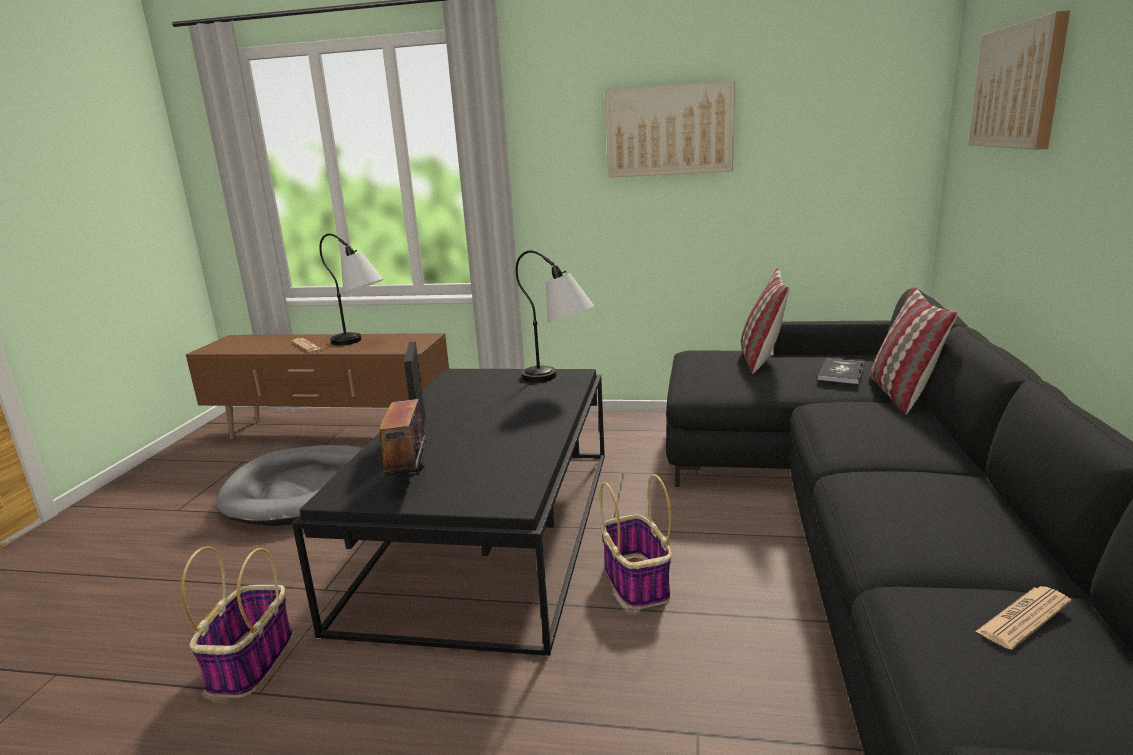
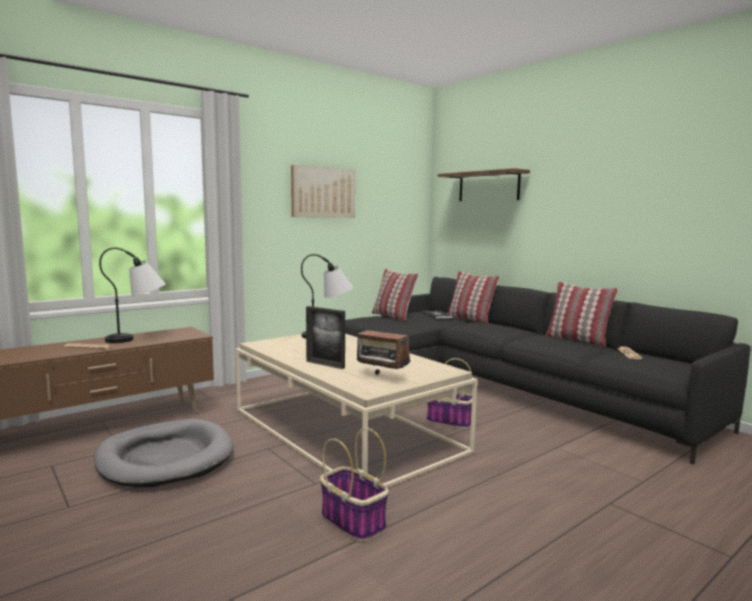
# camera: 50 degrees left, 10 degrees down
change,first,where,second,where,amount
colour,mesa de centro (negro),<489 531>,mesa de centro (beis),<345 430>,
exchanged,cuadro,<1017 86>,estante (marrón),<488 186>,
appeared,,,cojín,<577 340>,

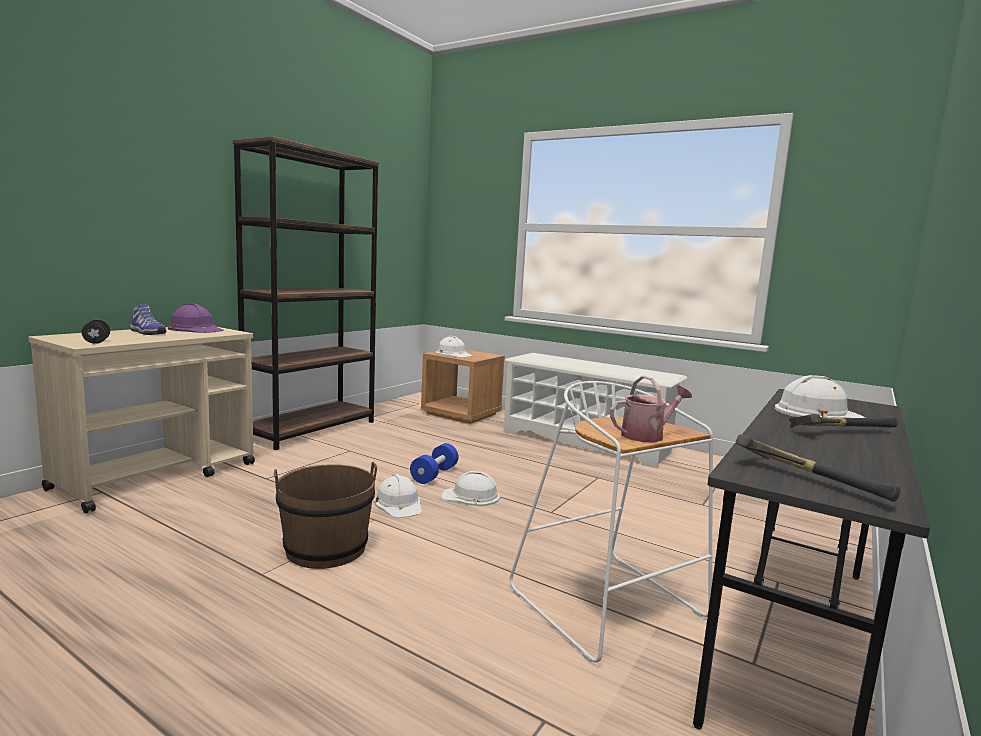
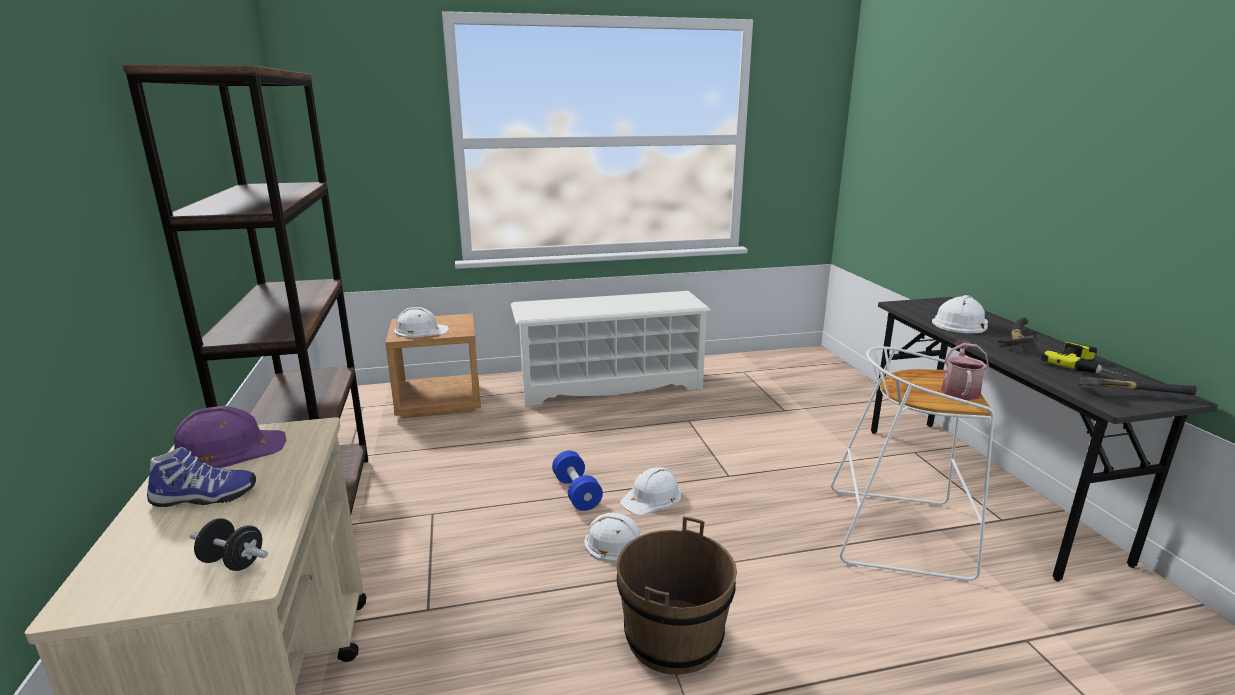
# camera: 45 degrees left, 10 degrees up
change,first,where,second,where,amount
appeared,,,taladro,<1089 367>,

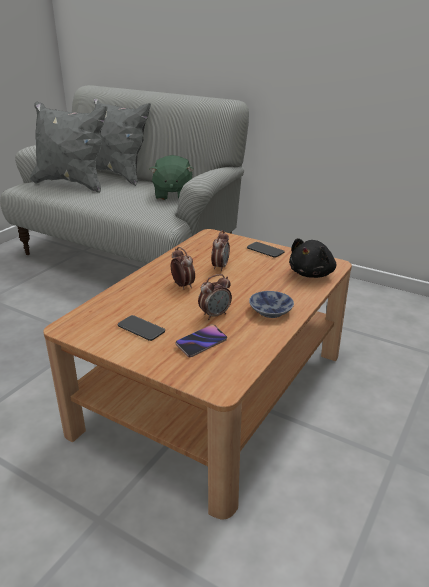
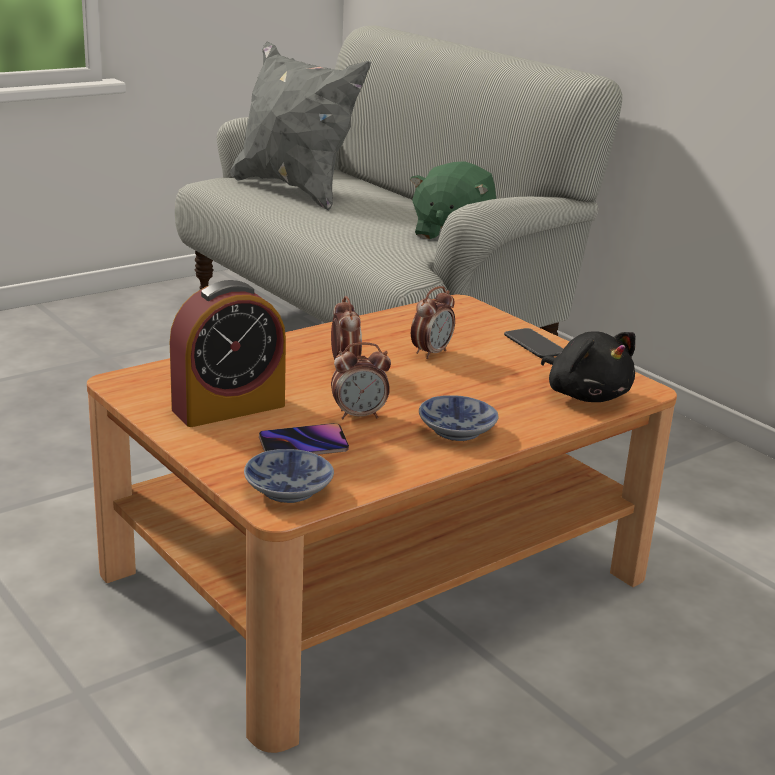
# camera: 20 degrees right, 5 degrees down
change,first,where,second,where,amount
missing,cojín (gris),<118 175>,,,
exchanged,móvil,<141 329>,despertador,<228 407>,
spun,peluche (negro),<312 273>,,<586 395>,90 degrees counterclockwise
appeared,,,cuenco,<285 489>,

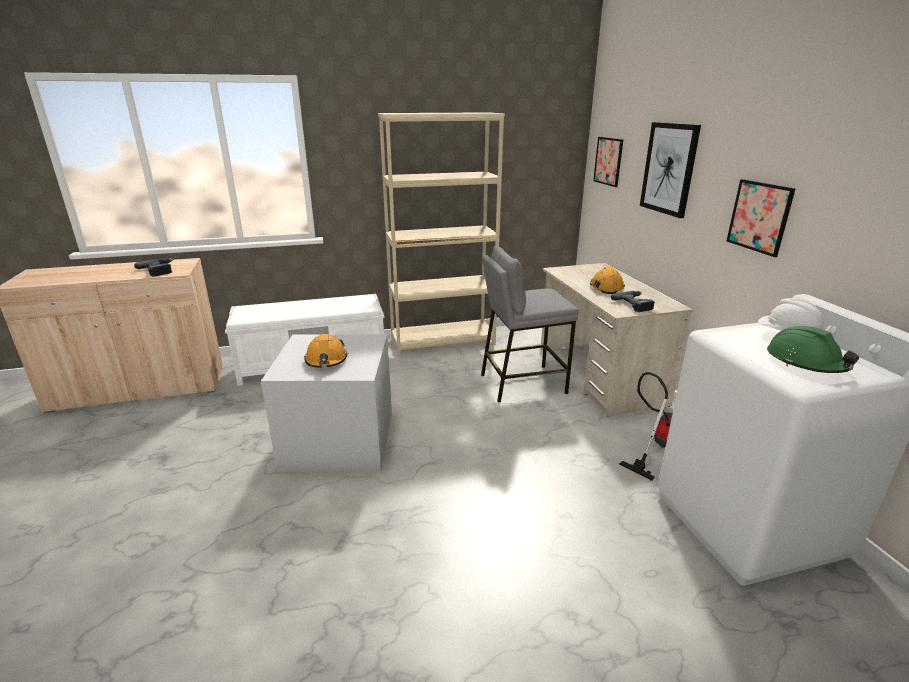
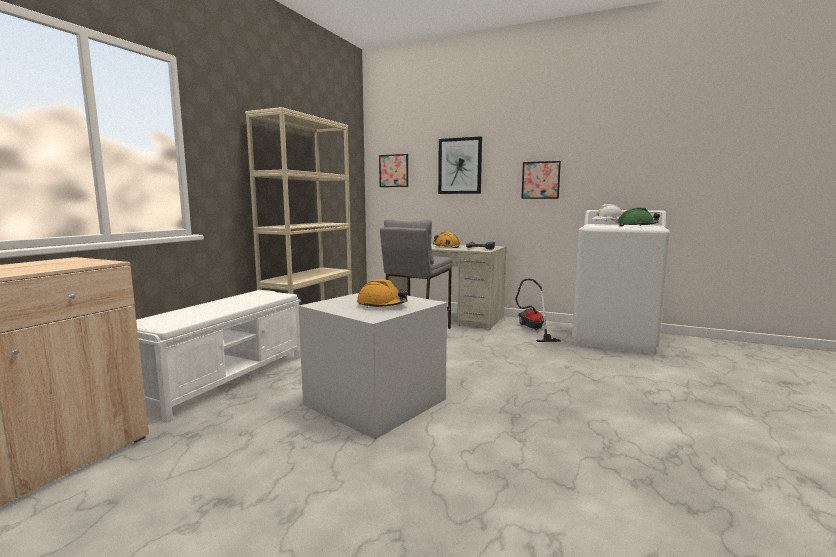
# camera: 50 degrees left, 15 degrees down
change,first,where,second,where,amount
missing,taladro,<160 270>,,,

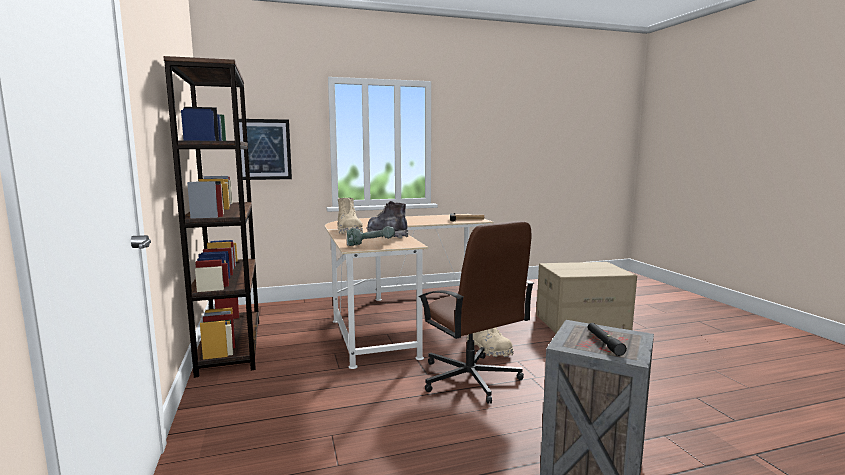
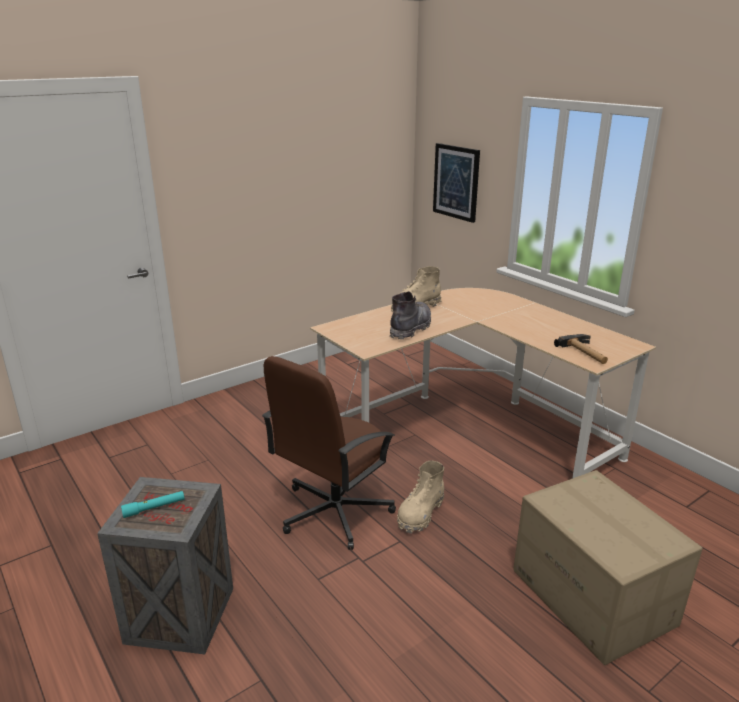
# camera: 70 degrees right, 15 degrees up
change,first,where,second,where,amount
missing,estantería (marrón),<230 346>,,,
missing,taladro,<371 246>,,,
colour,linterna (negro),<604 343>,linterna (turquesa),<154 508>,

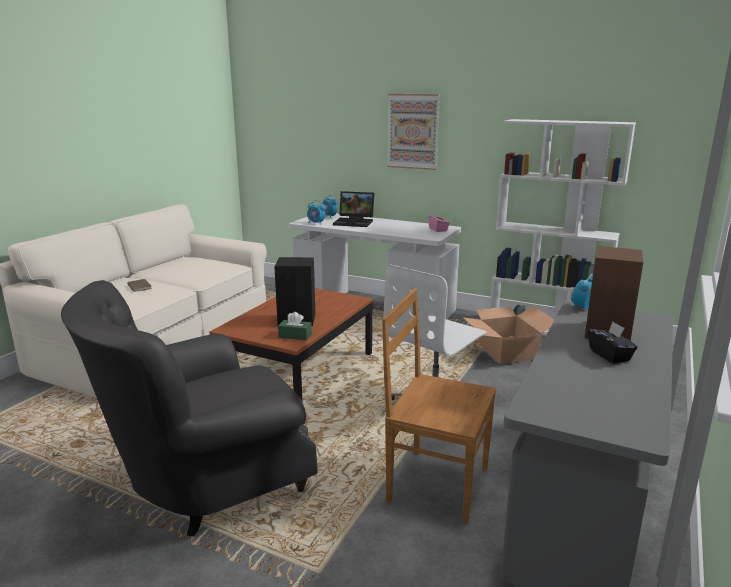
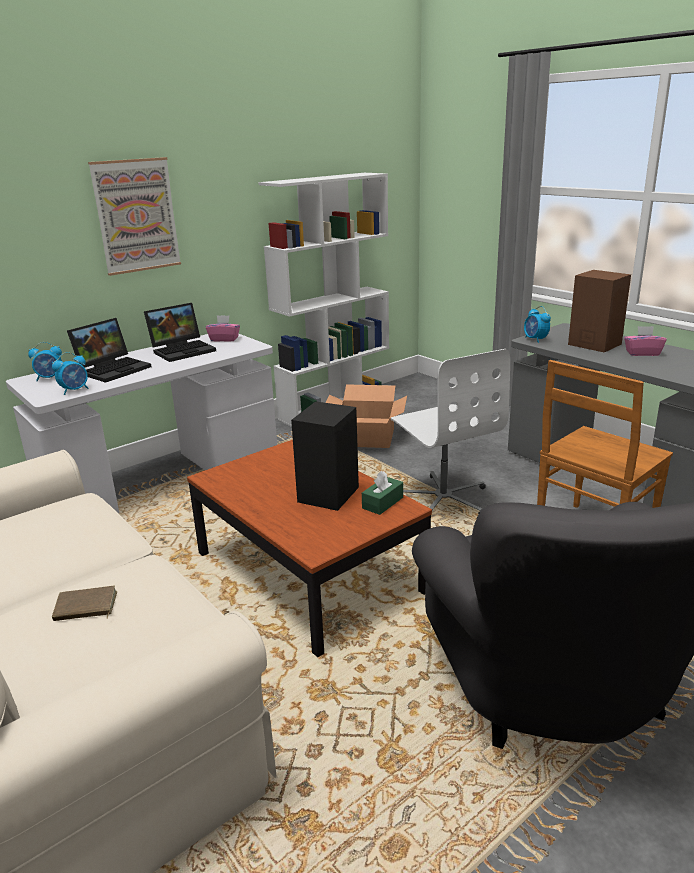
# camera: 65 degrees left, 5 degrees up
change,first,where,second,where,amount
colour,caja de pañuelos (negro),<610 355>,caja de pañuelos (rosa),<642 353>,
appeared,,,portátil,<183 350>,

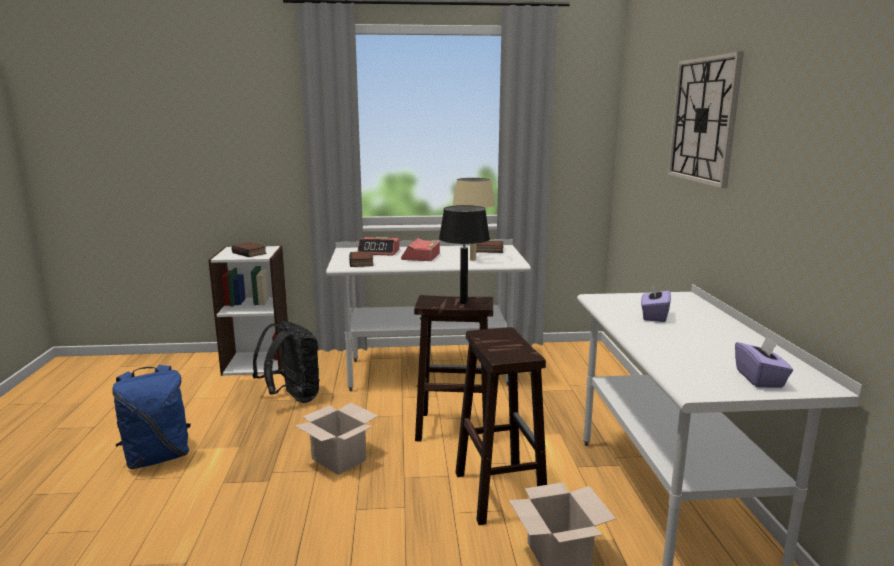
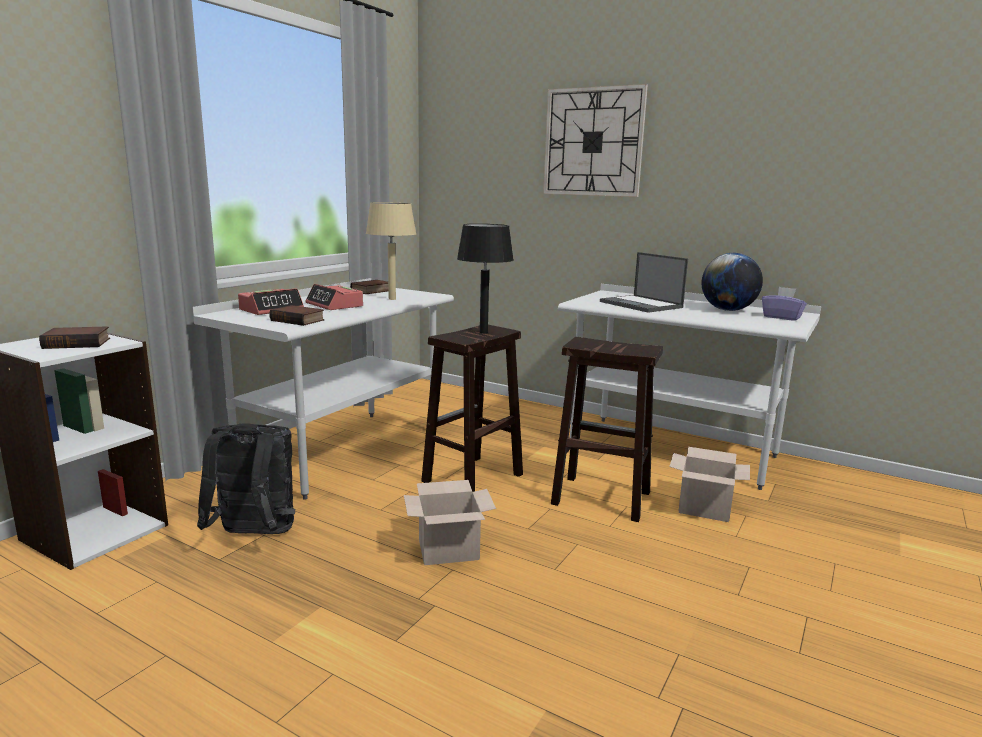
# camera: 55 degrees left, 0 degrees up
change,first,where,second,where,amount
missing,mochila (azul),<157 457>,,,
exchanged,caja de pañuelos (morado),<654 316>,portátil,<642 305>,
appeared,,,globo terráqueo,<728 310>,

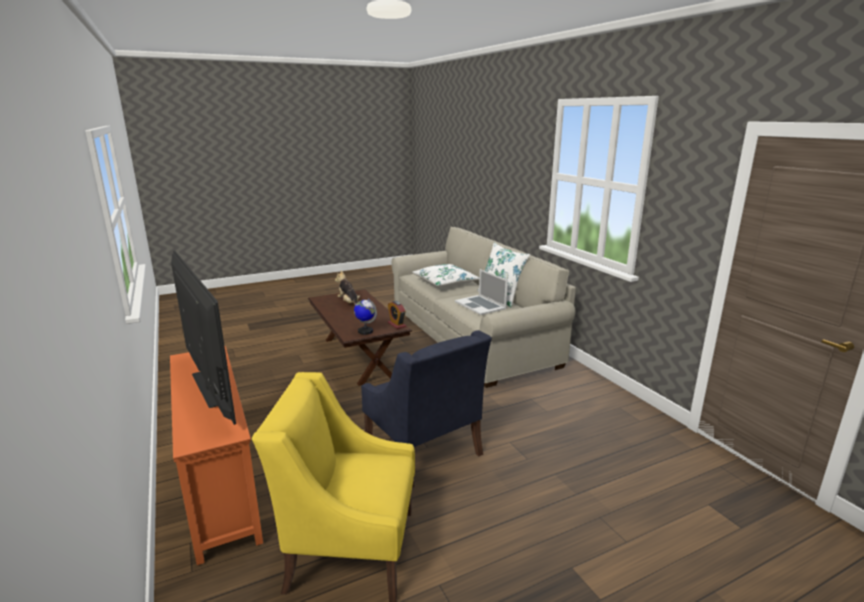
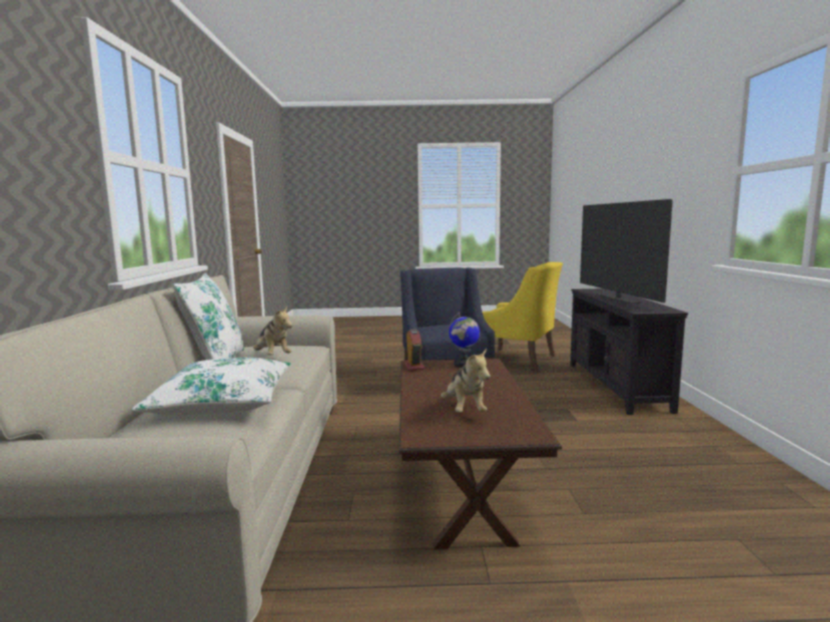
# camera: 155 degrees left, 10 degrees down
change,first,where,second,where,amount
colour,mueble de televisión (naranja),<219 487>,mueble de televisión (negro),<616 386>,
exchanged,portátil,<480 305>,peluche,<272 356>,

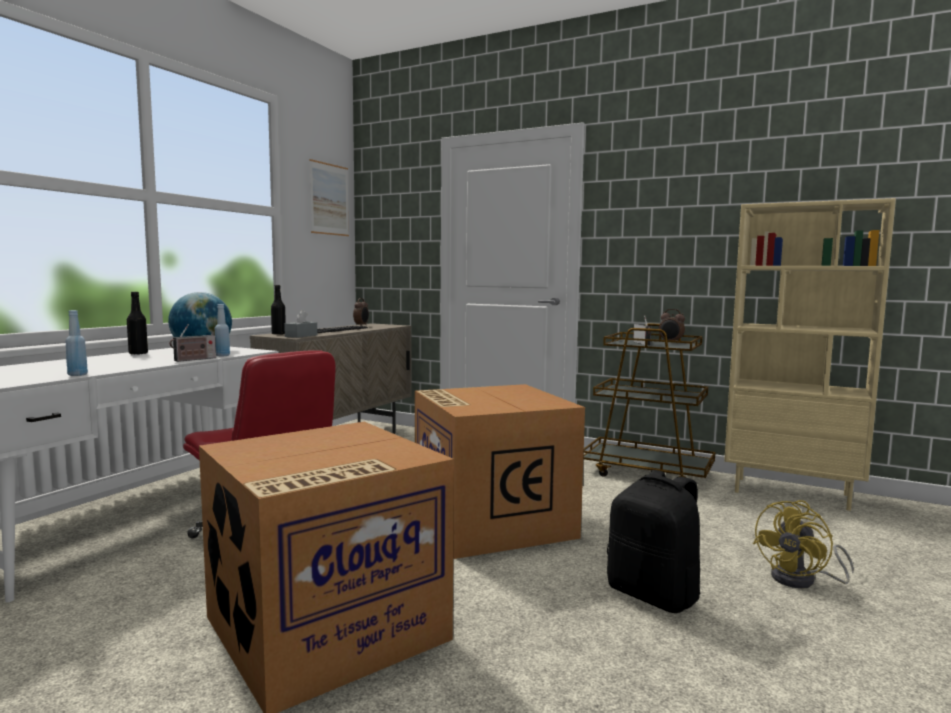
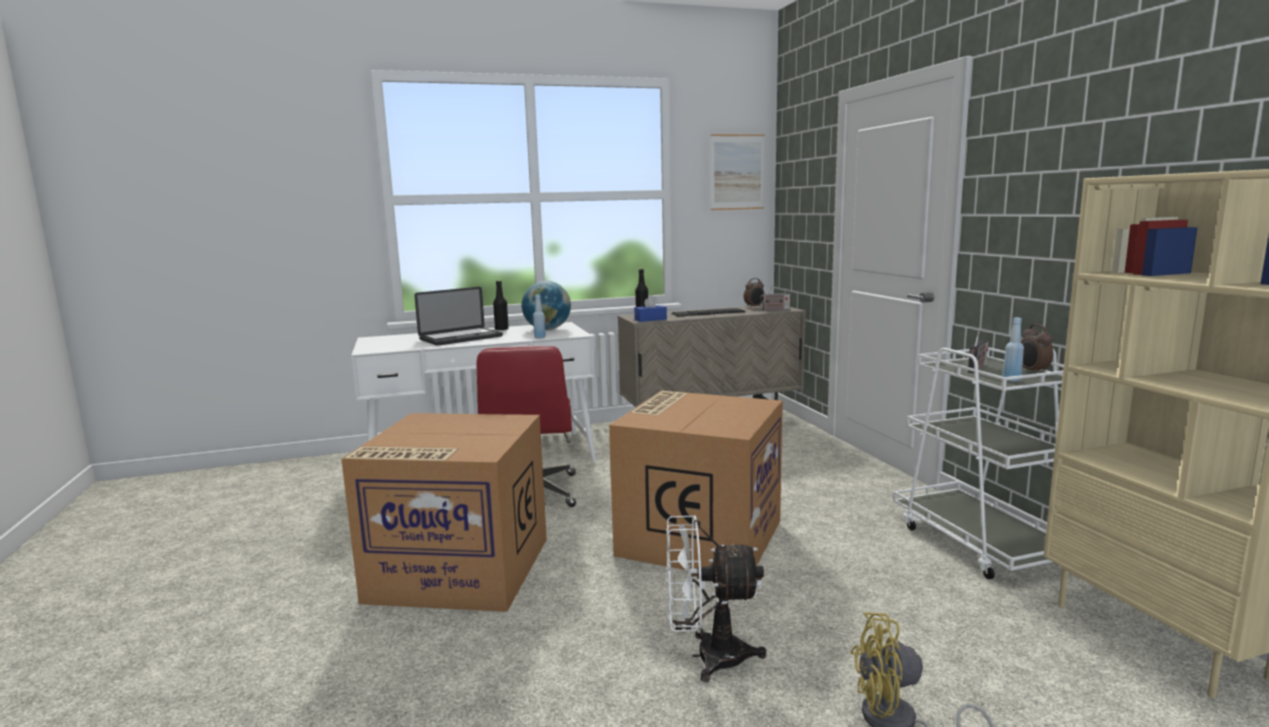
# camera: 45 degrees right, 5 degrees up
change,first,where,second,where,amount
relocated,botella (azul),<77 375>,,<1011 380>,
relocated,radio,<193 359>,,<774 310>,
colour,caja de pañuelos (gris),<301 336>,caja de pañuelos (azul),<650 319>,
colour,carrito (marrón),<647 472>,carrito (blanco),<980 543>,
exchanged,mochila (negro),<654 595>,ventilador (blanco),<707 657>,
appeared,,,portátil,<461 338>,

